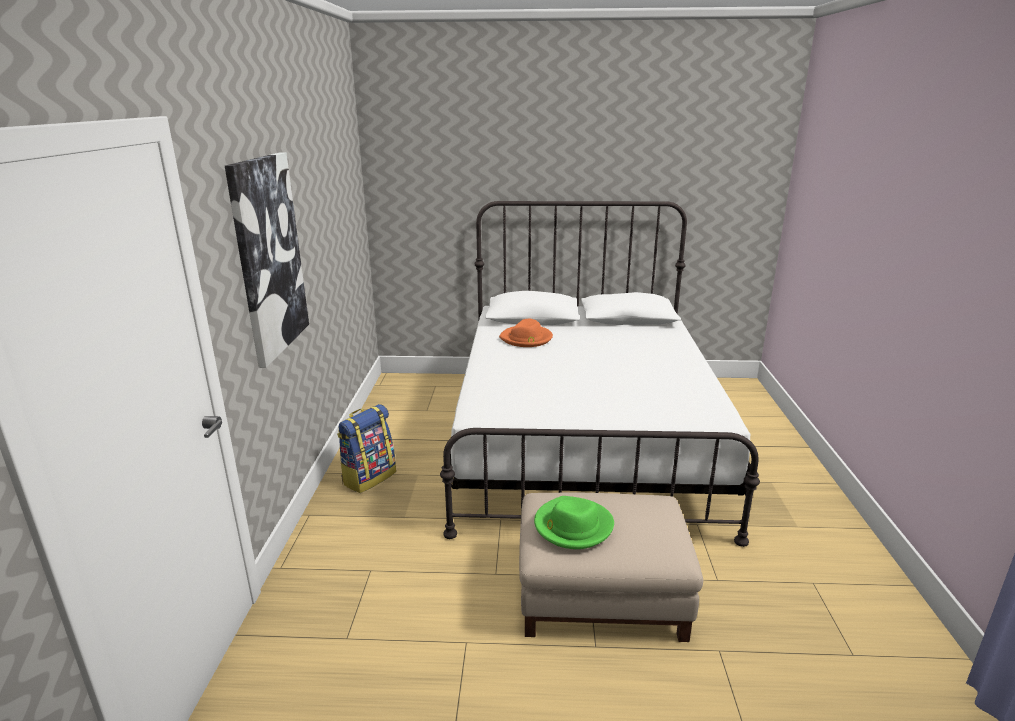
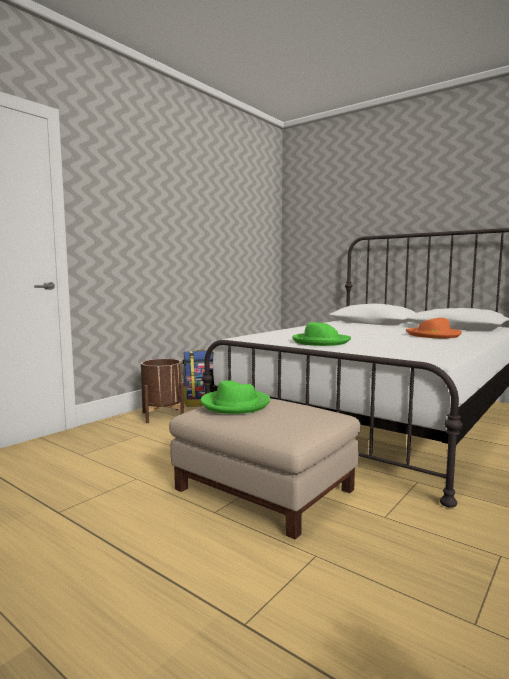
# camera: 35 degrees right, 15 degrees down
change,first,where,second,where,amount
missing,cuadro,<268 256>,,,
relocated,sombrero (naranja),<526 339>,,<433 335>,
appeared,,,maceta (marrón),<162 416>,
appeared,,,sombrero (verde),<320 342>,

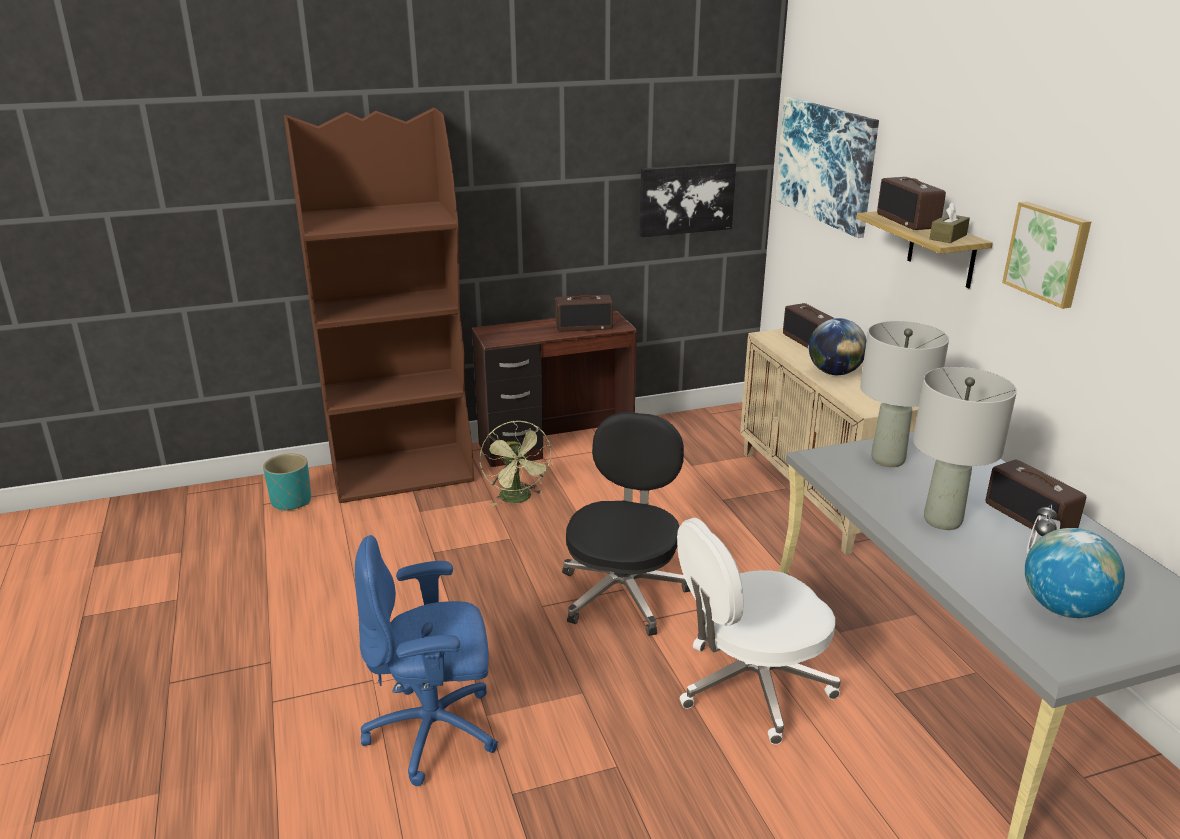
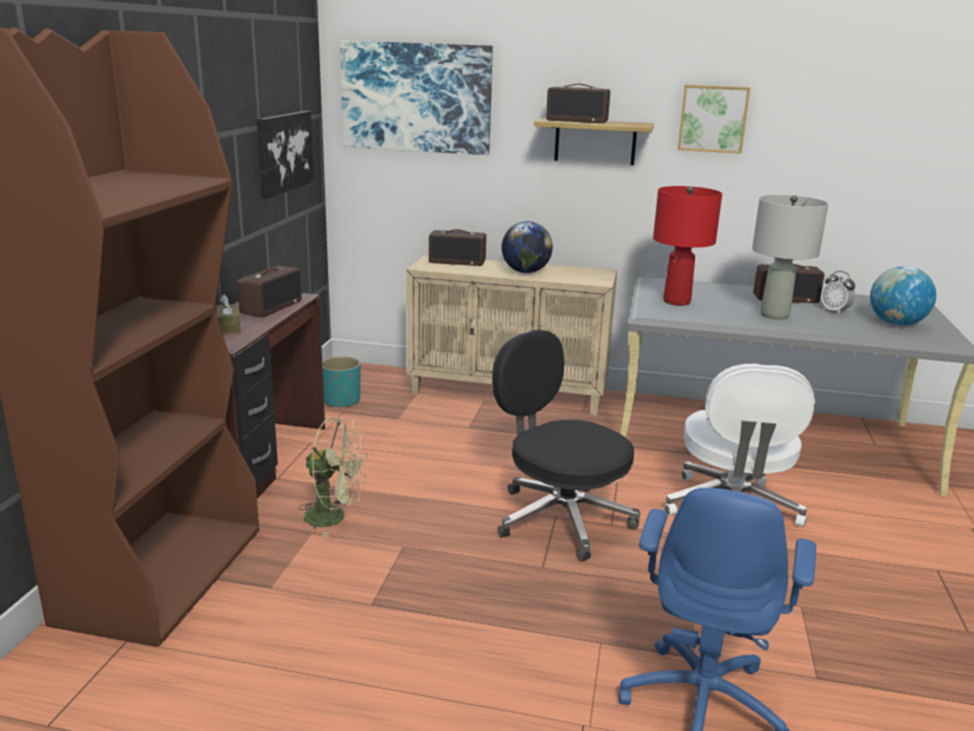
# camera: 60 degrees left, 5 degrees down
change,first,where,second,where,amount
relocated,maceta (turquesa),<291 501>,,<341 401>,
colour,lámpara de mesa (gris),<887 459>,lámpara de mesa (rojo),<676 302>,
relocated,caja de pañuelos (marrón),<948 237>,,<228 326>,

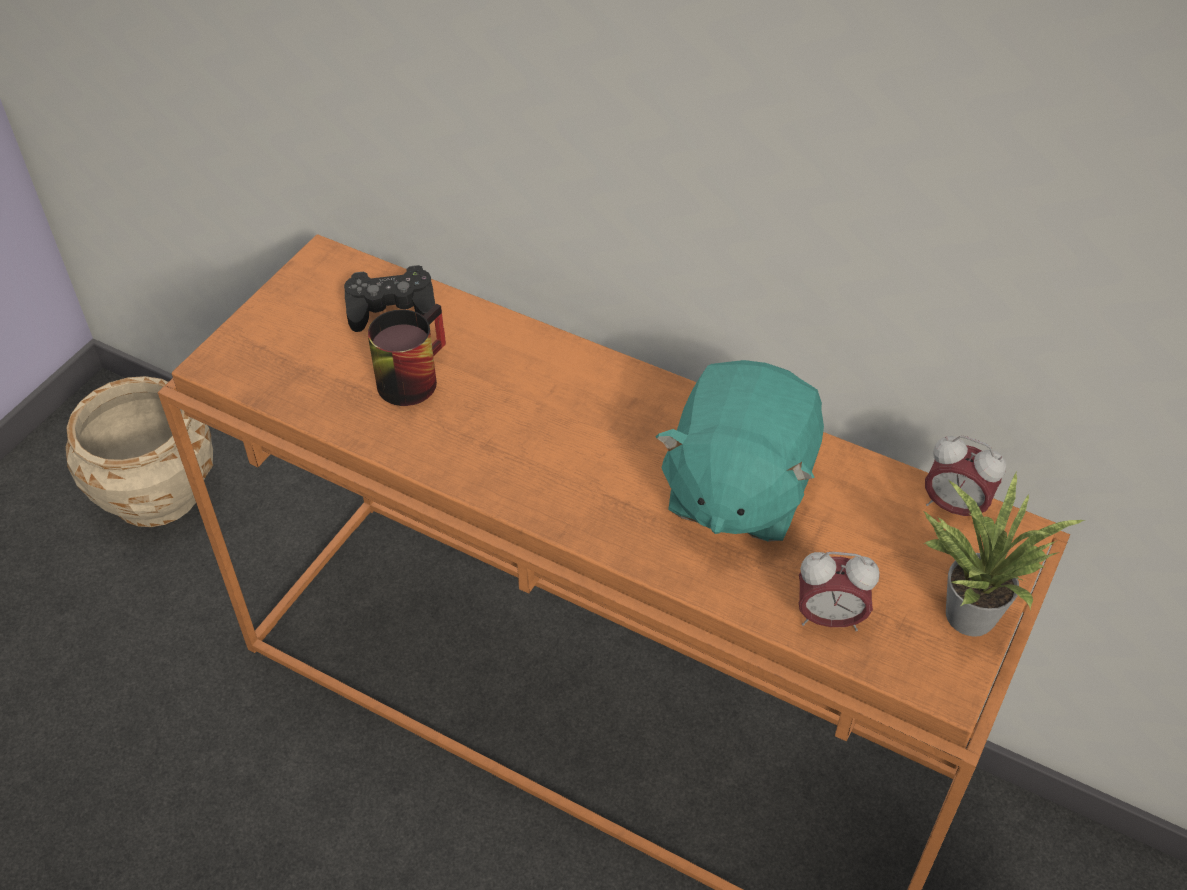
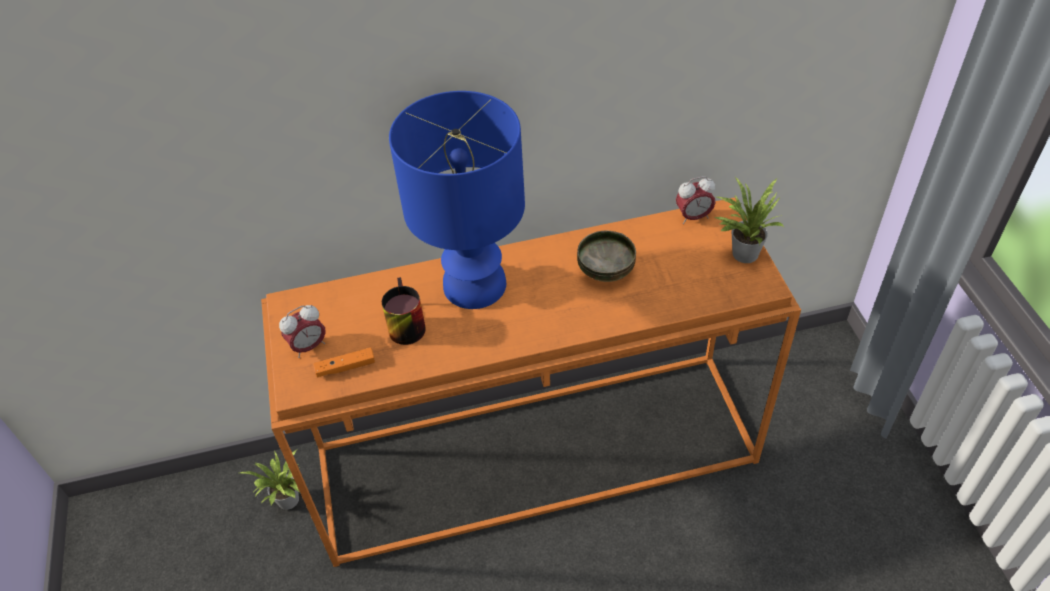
# camera: 40 degrees left, 0 degrees up
change,first,where,second,where,amount
missing,maceta (beis),<157 492>,,,
missing,mando de consola (negro),<391 307>,,,
exchanged,peluche (turquesa),<737 489>,cuenco,<606 270>,
relocated,despertador,<829 618>,,<308 346>,
appeared,,,planta en maceta,<288 502>,
appeared,,,mando de consola (naranja),<345 367>,
appeared,,,lámpara de mesa (azul),<474 286>,

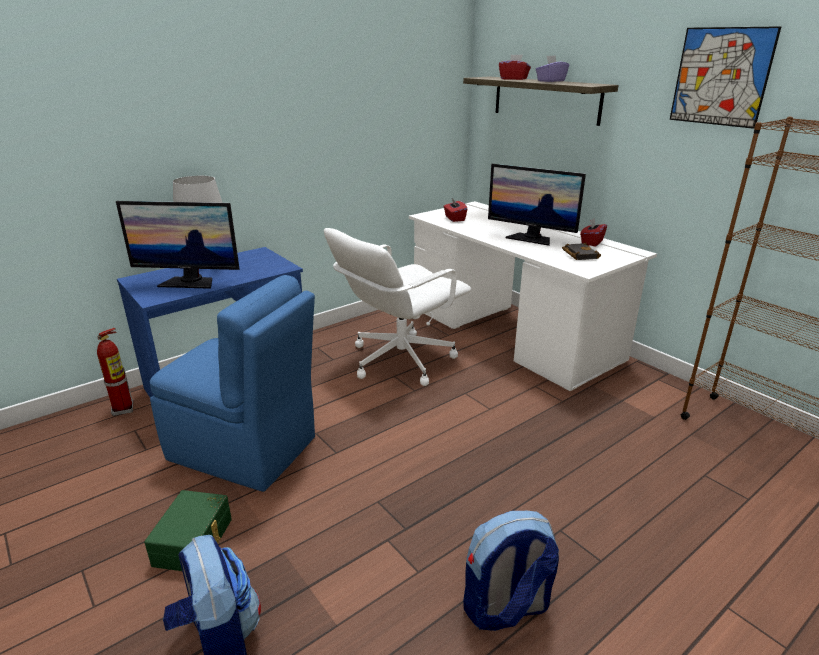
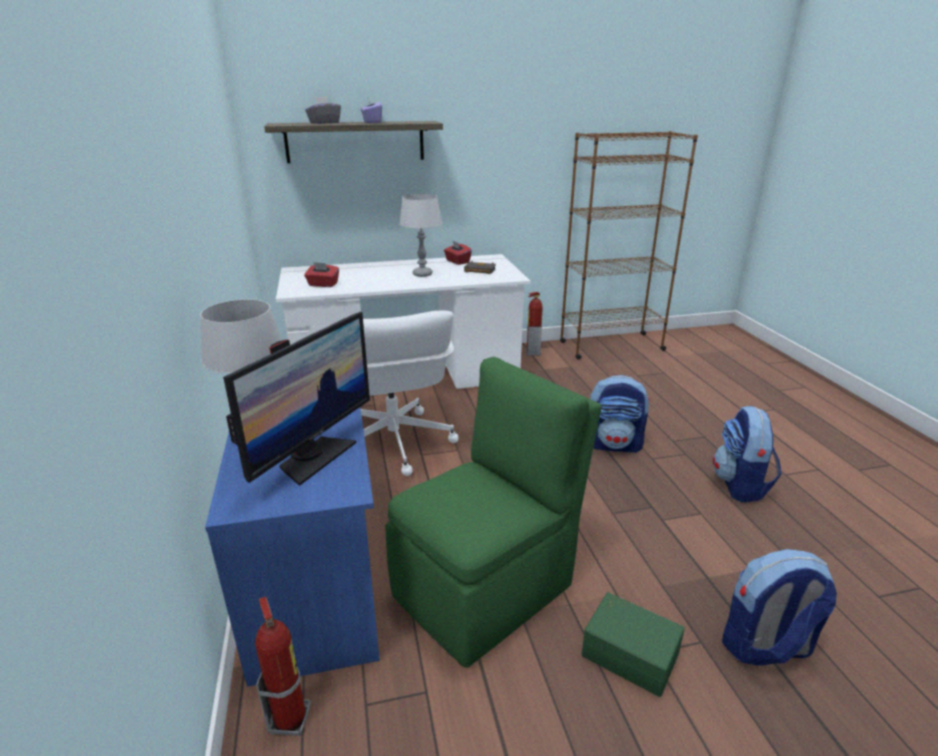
# camera: 65 degrees left, 0 degrees up
change,first,where,second,where,amount
colour,silla (azul),<245 450>,silla (verde),<487 588>,
exchanged,monitor,<531 238>,lámpara de mesa (gris),<422 274>,
colour,caja de pañuelos (rojo),<513 79>,caja de pañuelos (gris),<324 123>,
missing,cuadro,<721 77>,,,
appeared,,,extintor,<532 353>,
appeared,,,mochila,<613 444>,

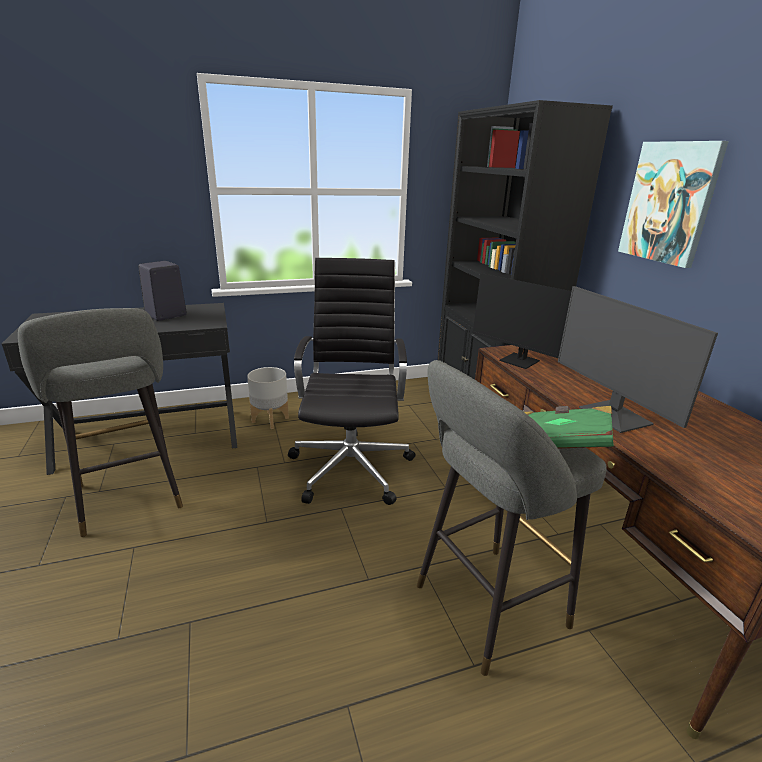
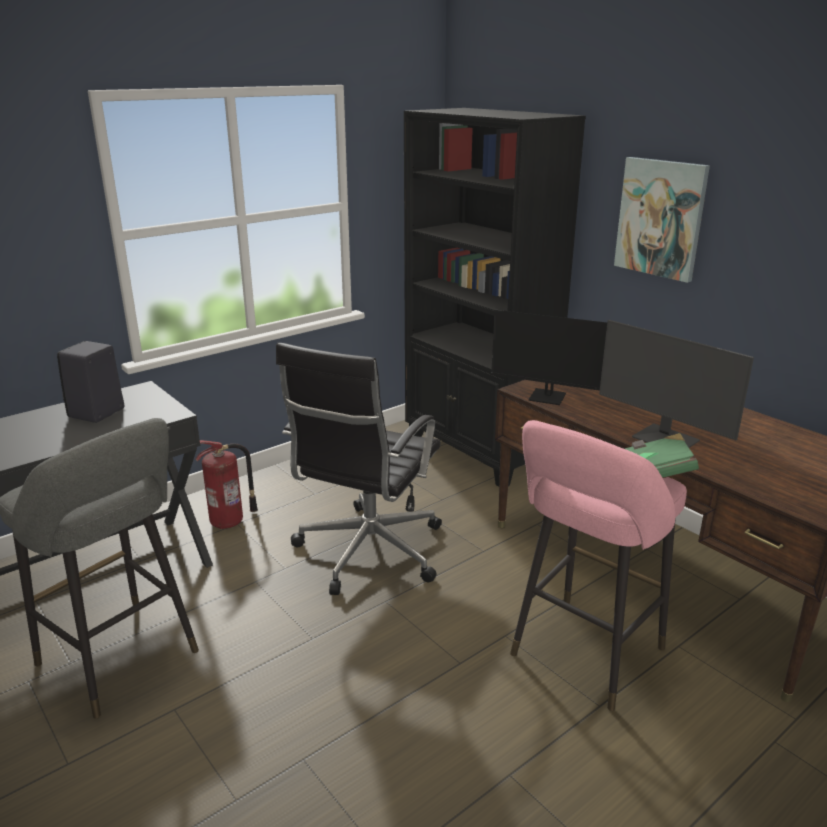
# camera: 20 degrees left, 0 degrees up
change,first,where,second,where,amount
exchanged,maceta (gris),<270 420>,extintor,<229 521>,
spun,silla de oficina (negro),<351 466>,,<367 552>,135 degrees counterclockwise
colour,taburete (gris),<483 608>,taburete (rosa),<582 656>,

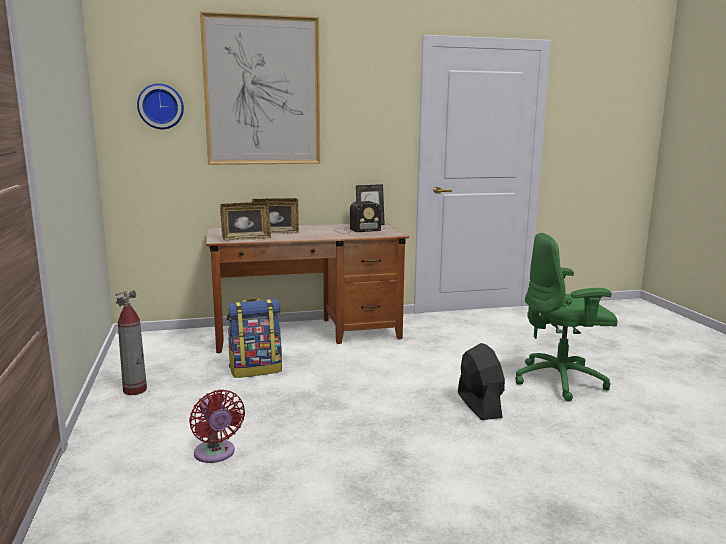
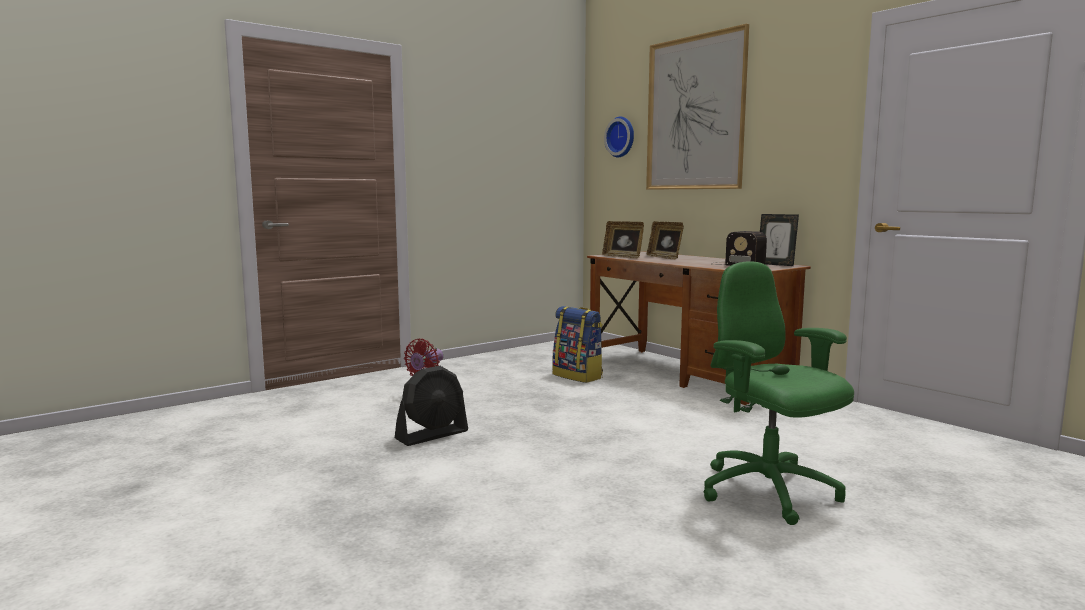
# camera: 65 degrees right, 5 degrees down
change,first,where,second,where,amount
missing,extintor,<135 390>,,,
relocated,ventilador (negro),<479 405>,,<432 435>,

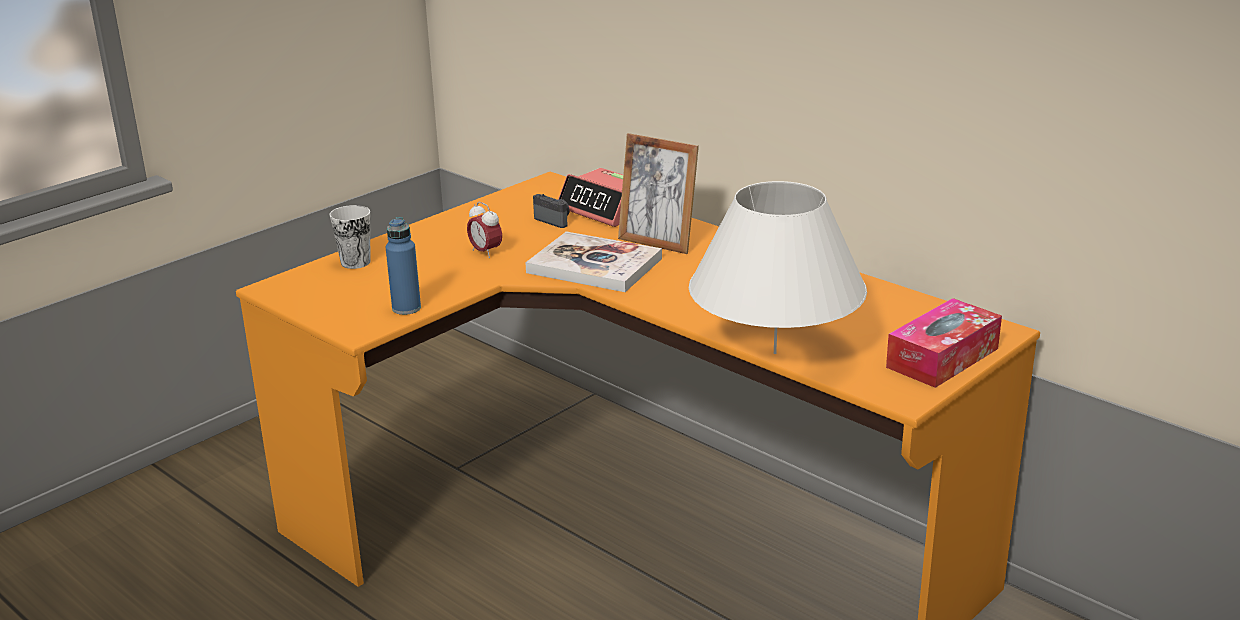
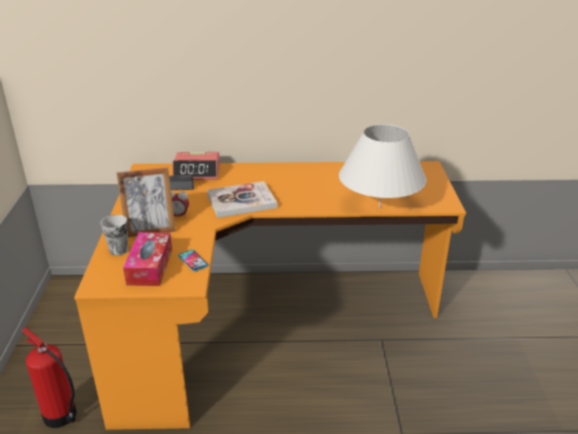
# camera: 45 degrees left, 5 degrees up
change,first,where,second,where,amount
exchanged,botella (azul),<406 308>,móvil,<193 261>,
relocated,portarretratos,<657 242>,,<150 230>,
relocated,caja de pañuelos,<942 358>,,<150 266>,
appeared,,,extintor,<61 416>,

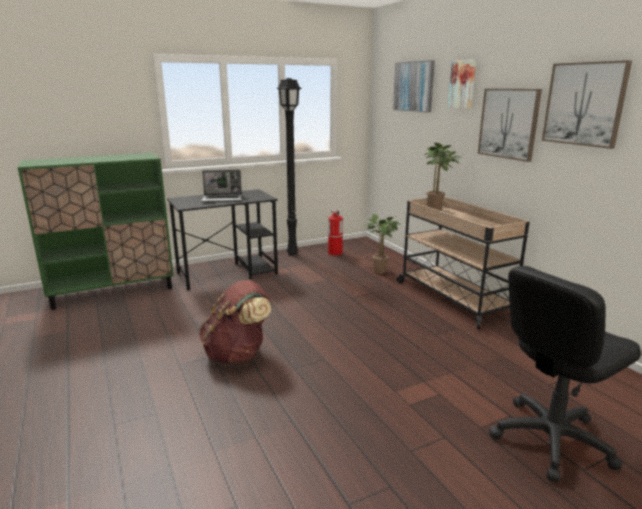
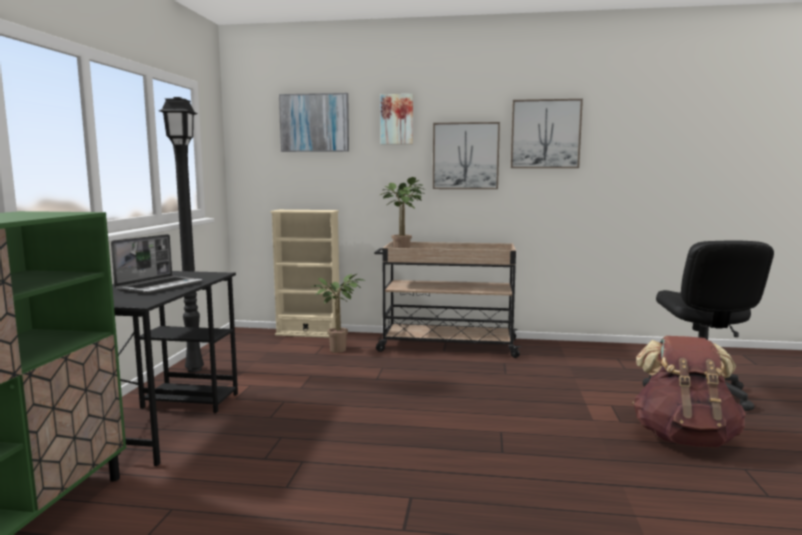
# camera: 55 degrees left, 10 degrees down
change,first,where,second,where,amount
relocated,mochila (marrón),<238 354>,,<684 438>,
missing,extintor,<335 253>,,,
appeared,,,estantería (beis),<308 333>,

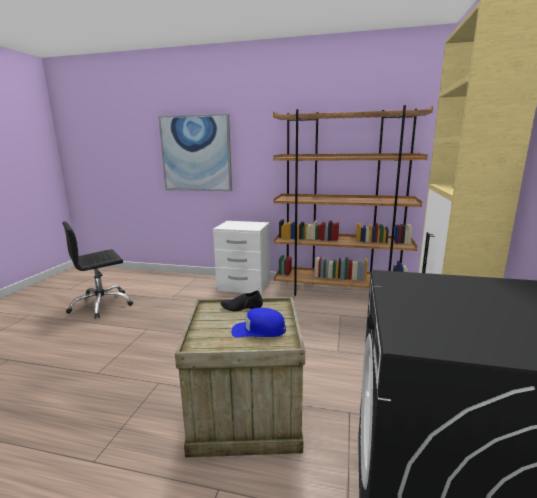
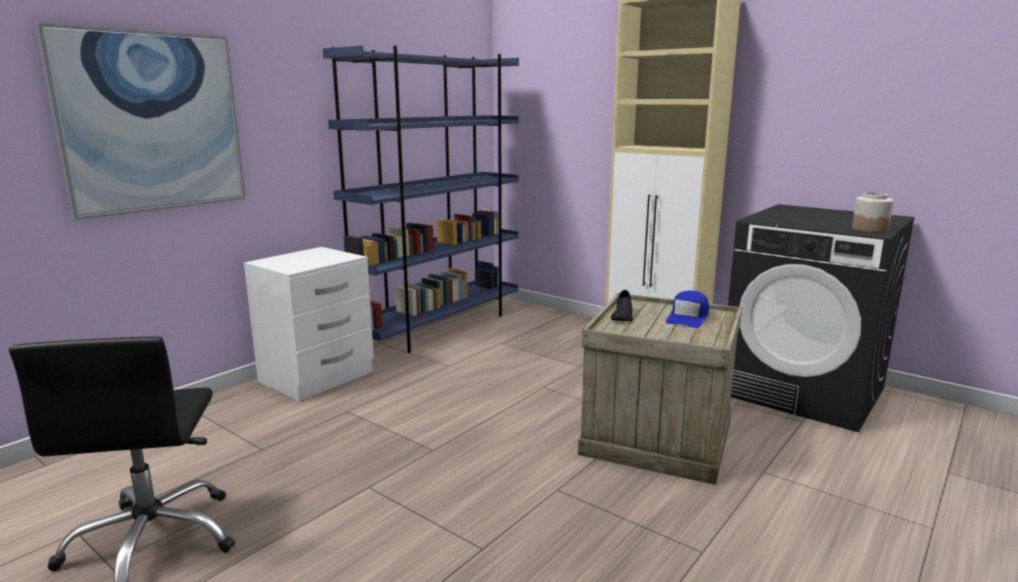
# camera: 65 degrees left, 0 degrees up
change,first,where,second,where,amount
colour,estantería (marrón),<340 292>,estantería (azul),<439 327>,
appeared,,,tarro,<869 229>,

